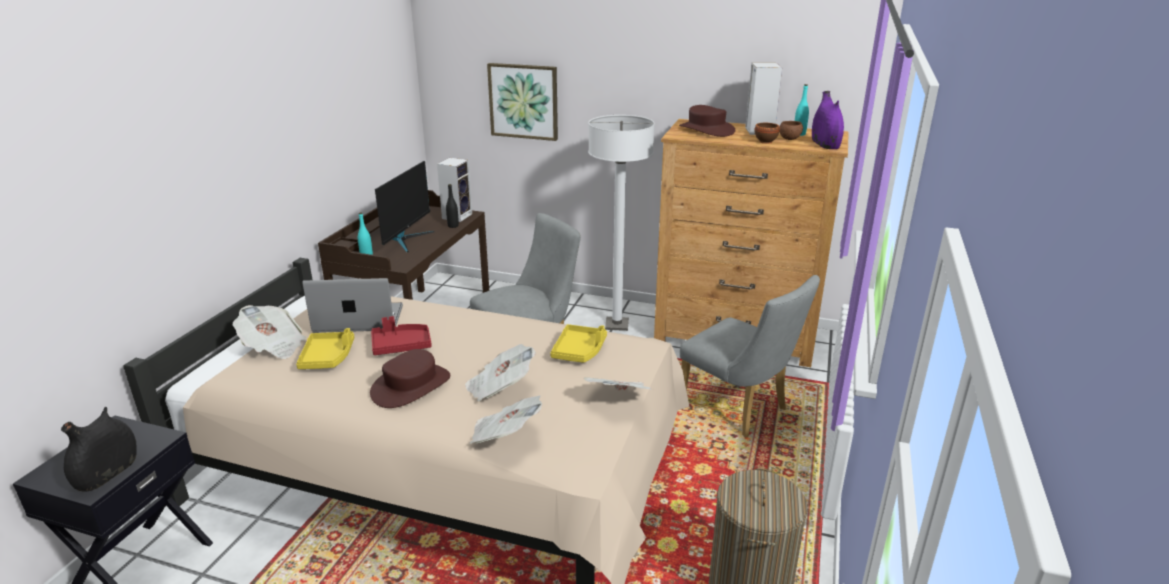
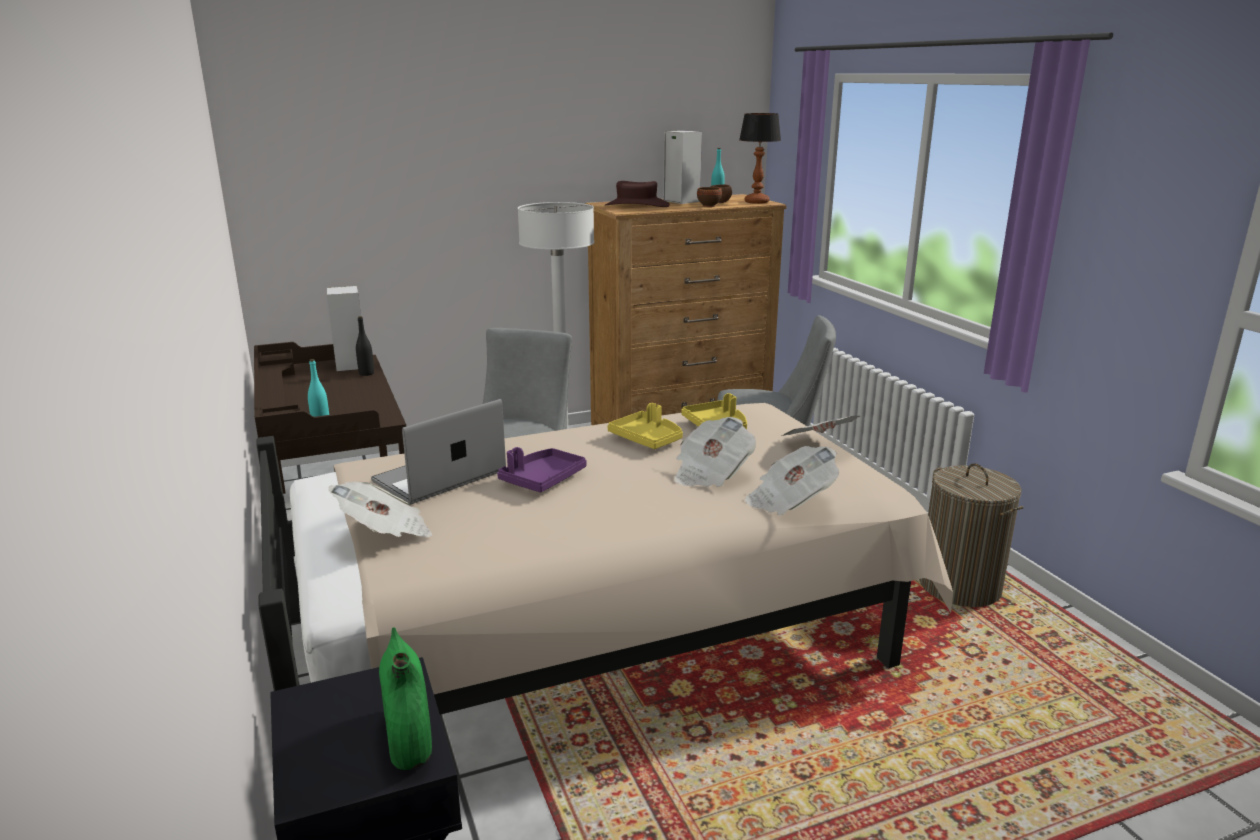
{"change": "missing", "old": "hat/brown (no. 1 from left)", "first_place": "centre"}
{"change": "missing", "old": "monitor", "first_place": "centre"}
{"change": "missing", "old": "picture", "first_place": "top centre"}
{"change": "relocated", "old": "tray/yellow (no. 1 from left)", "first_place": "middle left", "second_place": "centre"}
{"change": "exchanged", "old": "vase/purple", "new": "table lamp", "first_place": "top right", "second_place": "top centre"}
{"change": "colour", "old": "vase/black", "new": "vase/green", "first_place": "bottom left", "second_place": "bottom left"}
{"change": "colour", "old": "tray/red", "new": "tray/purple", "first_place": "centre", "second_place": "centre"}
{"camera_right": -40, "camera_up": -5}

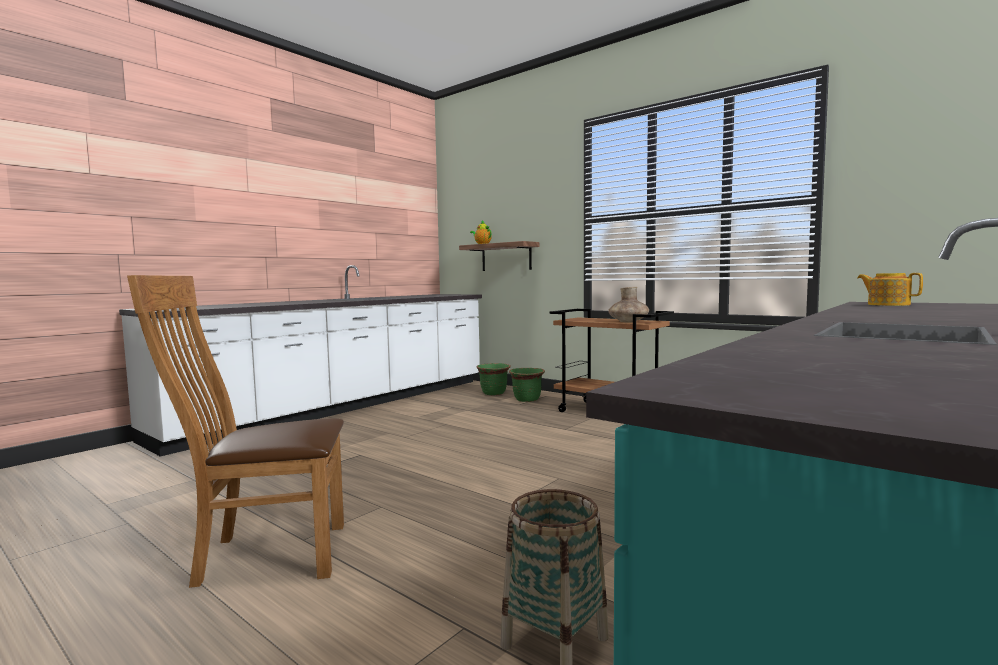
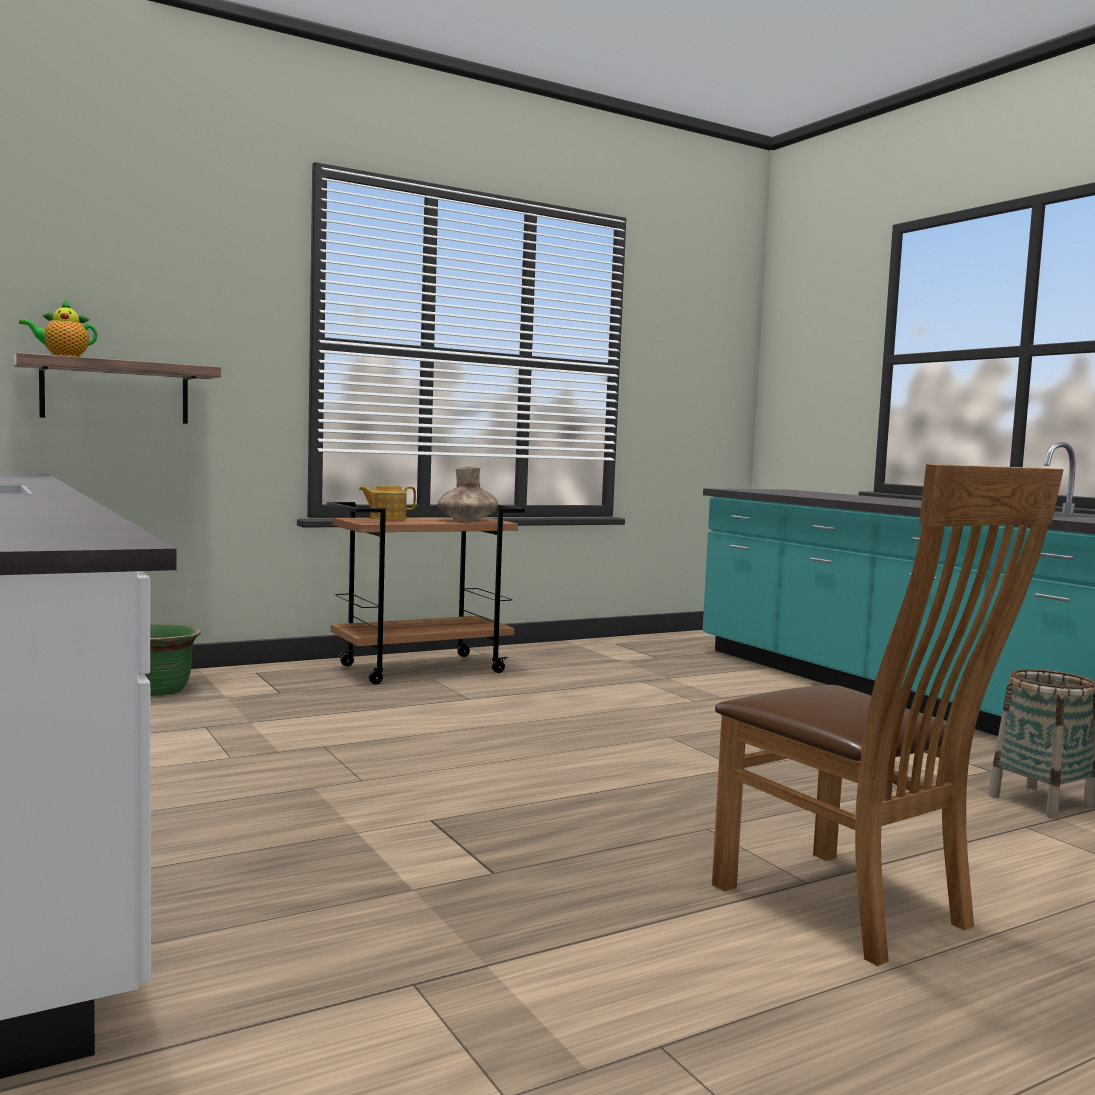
{"change": "missing", "old": "planter/green (no. 2 from left)", "first_place": "centre"}
{"change": "relocated", "old": "teapot (no. 2 from left)", "first_place": "middle right", "second_place": "centre"}
{"change": "spun", "old": "chair/brown", "first_place": "middle left", "second_place": "middle right", "degrees": -45}
{"camera_right": -70, "camera_up": 0}

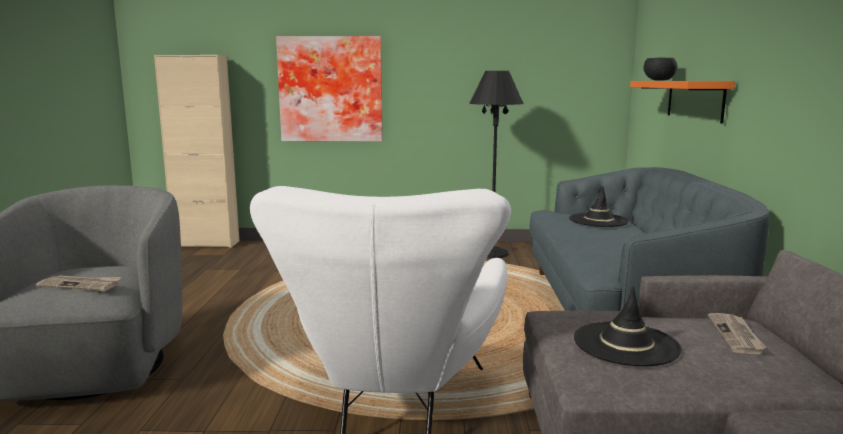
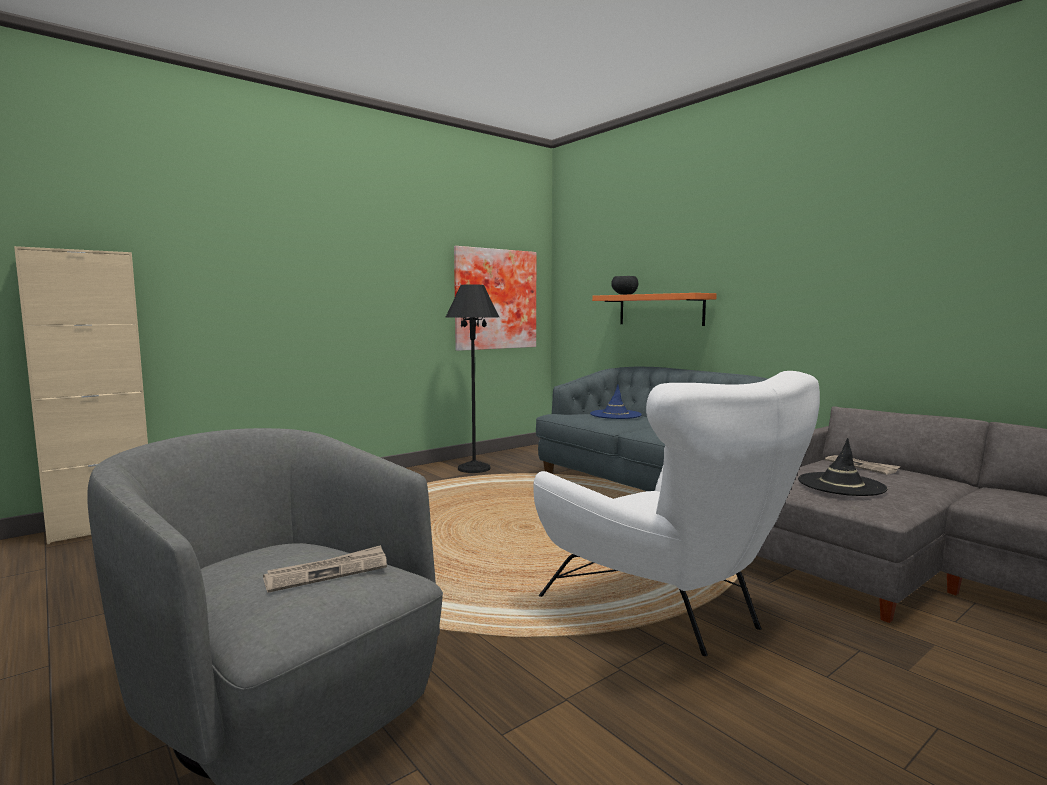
{"change": "relocated", "old": "picture", "first_place": "top centre", "second_place": "centre"}
{"change": "colour", "old": "hat/black (no. 1 from left)", "new": "hat/blue", "first_place": "middle right", "second_place": "centre"}
{"camera_right": -40, "camera_up": -5}

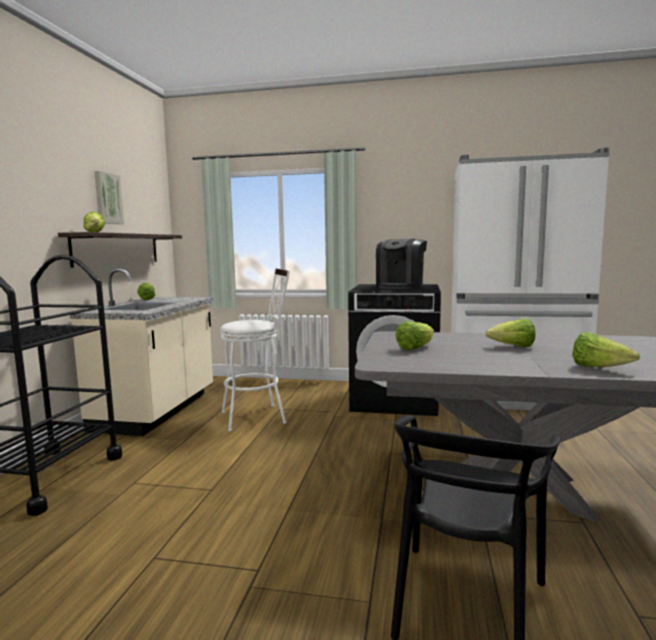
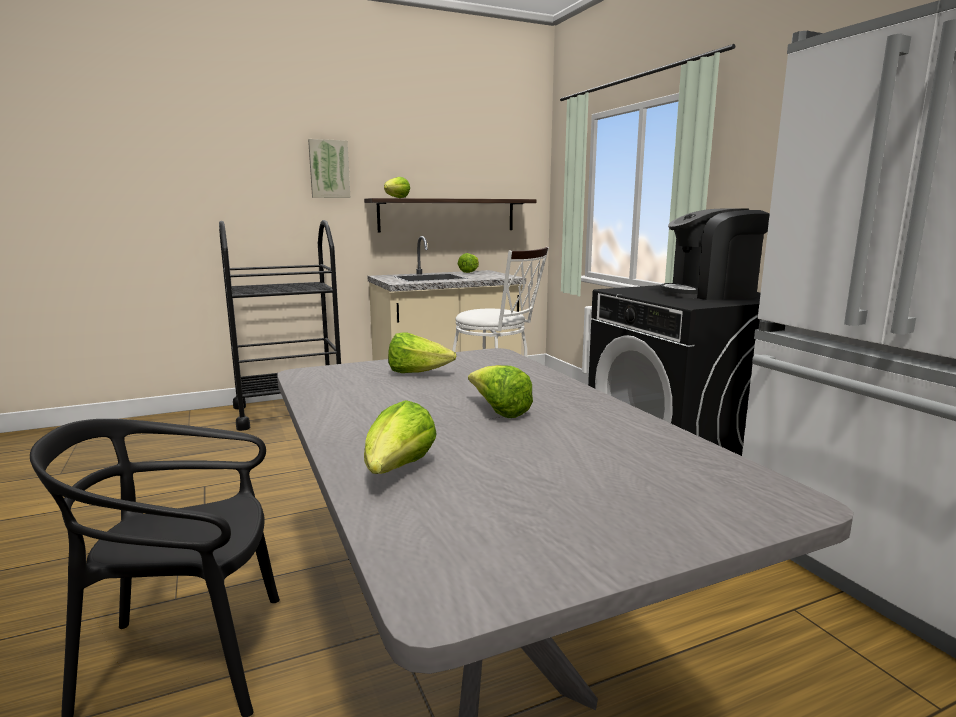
{"change": "relocated", "old": "picture", "first_place": "top left", "second_place": "top centre"}
{"camera_right": 55, "camera_up": 5}

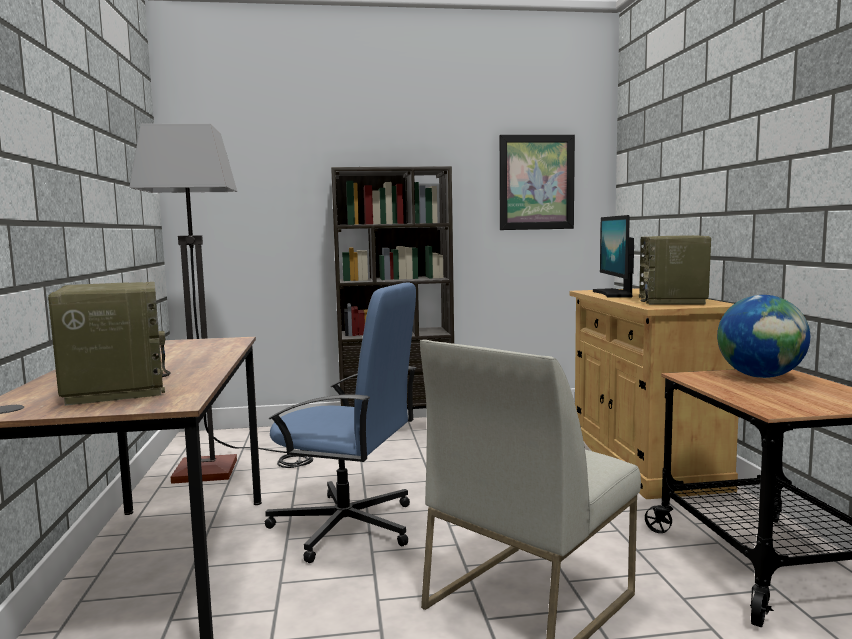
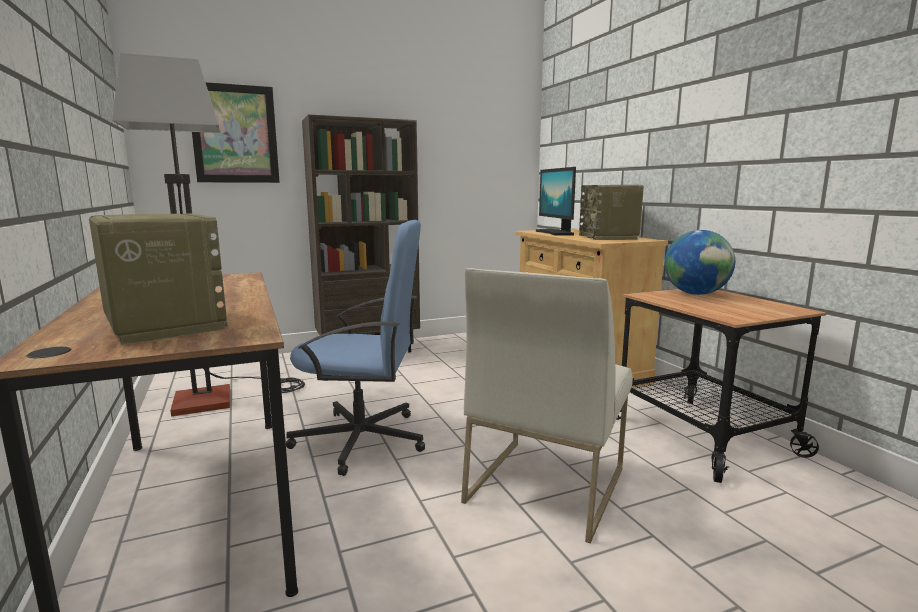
{"change": "relocated", "old": "picture", "first_place": "top centre", "second_place": "top left"}
{"camera_right": -15, "camera_up": 5}

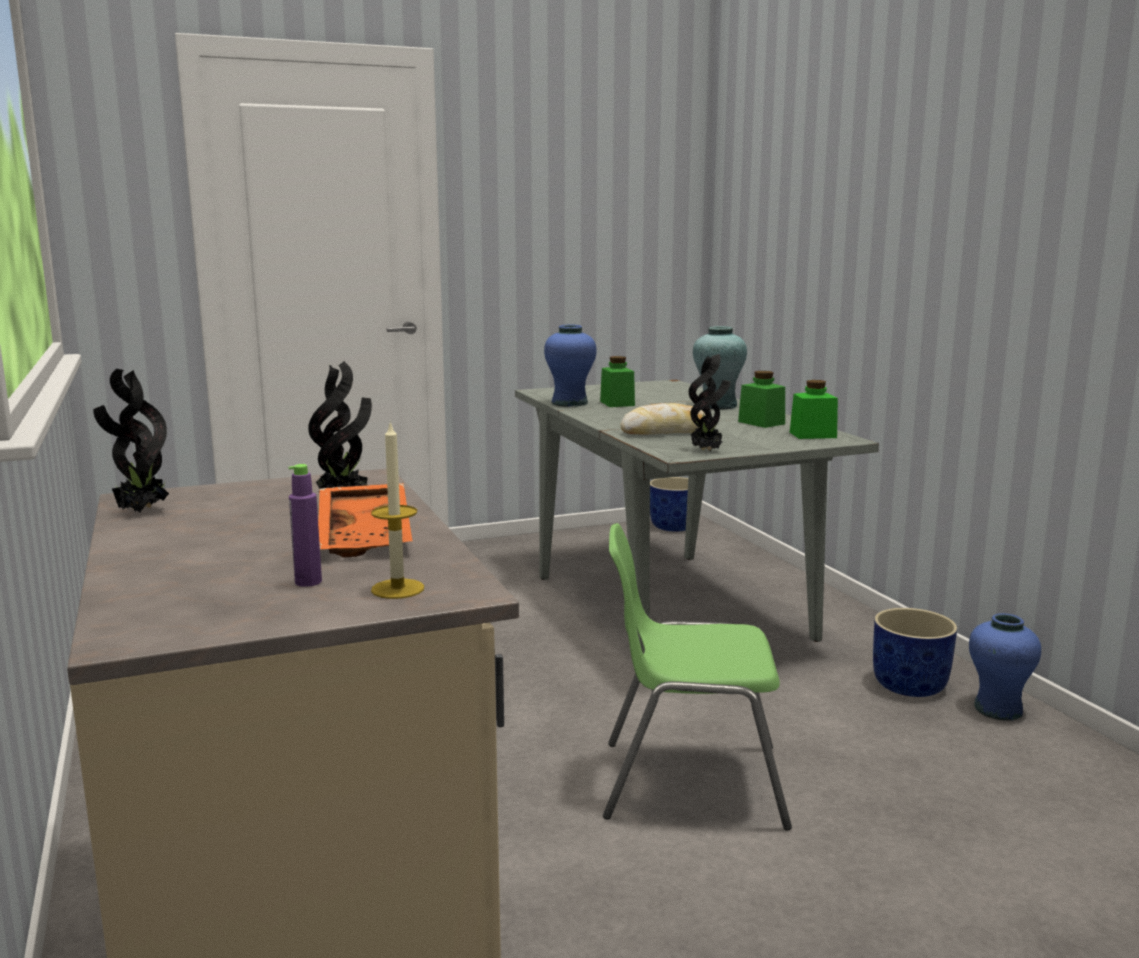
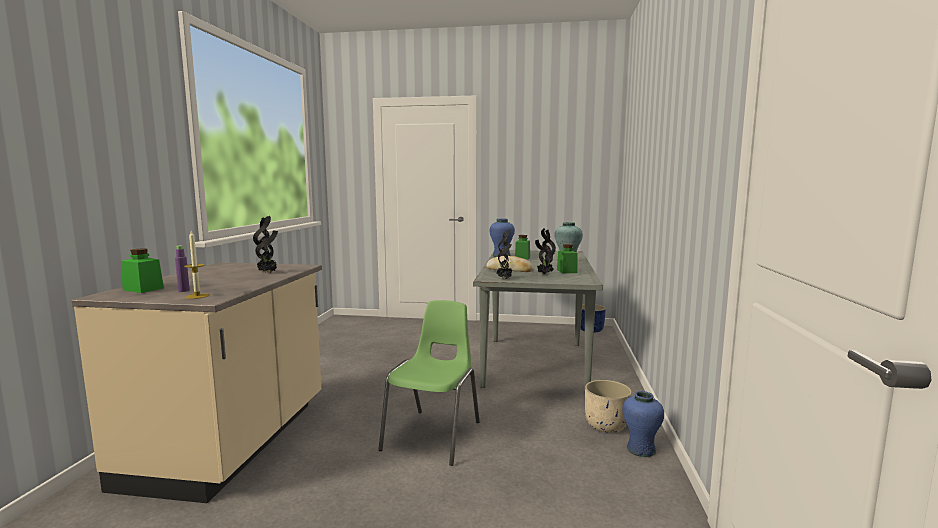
{"change": "missing", "old": "tray/orange", "first_place": "middle left"}
{"change": "relocated", "old": "potted plant (no. 1 from left in the first image)", "new": "potted plant (no. 3 from left)", "first_place": "middle left", "second_place": "centre"}
{"change": "relocated", "old": "jar/green (no. 3 from left in the first image)", "new": "jar/green (no. 1 from left)", "first_place": "middle right", "second_place": "middle left"}
{"change": "colour", "old": "planter/blue (no. 2 from left)", "new": "planter/beige", "first_place": "bottom right", "second_place": "bottom centre"}
{"change": "spun", "old": "chair/green", "first_place": "bottom centre", "second_place": "bottom centre", "degrees": 75}
{"camera_right": 30, "camera_up": -5}

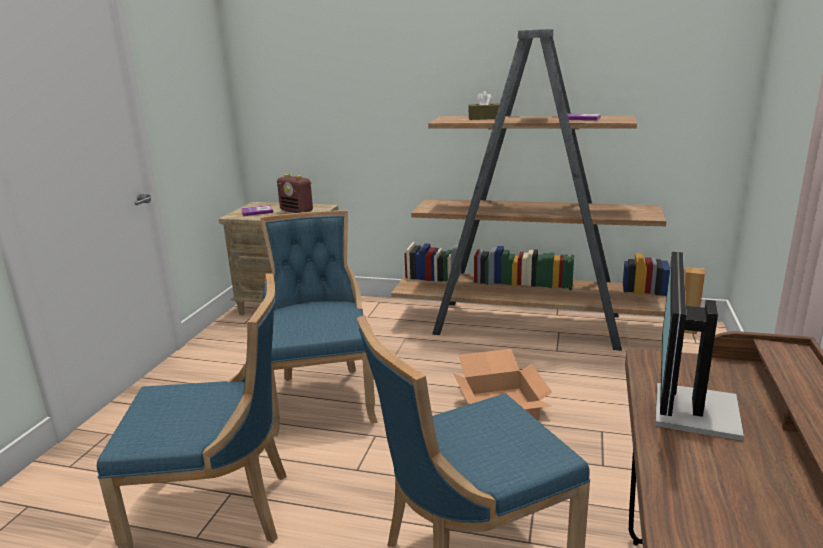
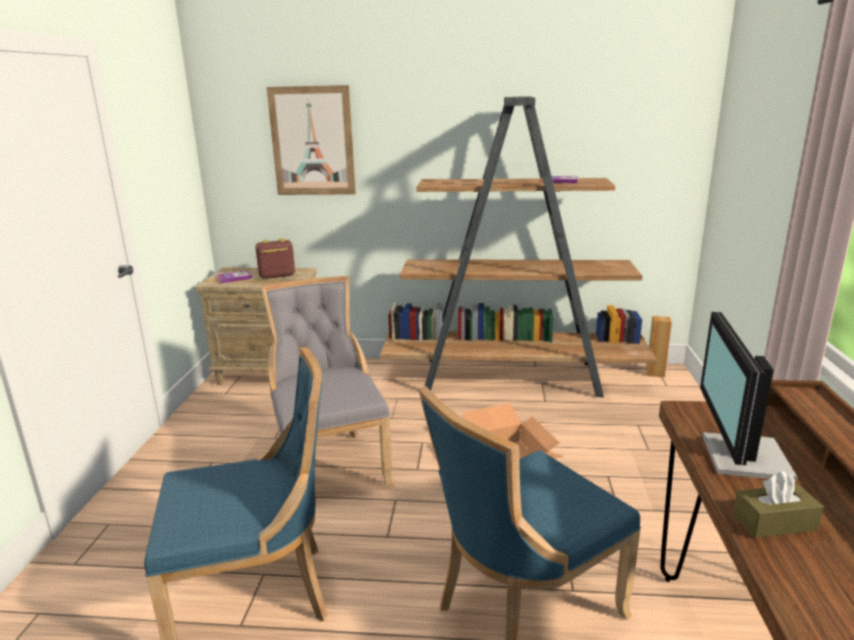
{"change": "appeared", "new": "picture", "second_place": "top centre"}
{"change": "relocated", "old": "tissue box/brown", "first_place": "top centre", "second_place": "bottom right"}
{"change": "colour", "old": "chair/blue (no. 2 from left)", "new": "chair/grey", "first_place": "centre", "second_place": "centre"}
{"change": "spun", "old": "radio", "first_place": "centre", "second_place": "middle left", "degrees": 135}
{"camera_right": -10, "camera_up": 0}

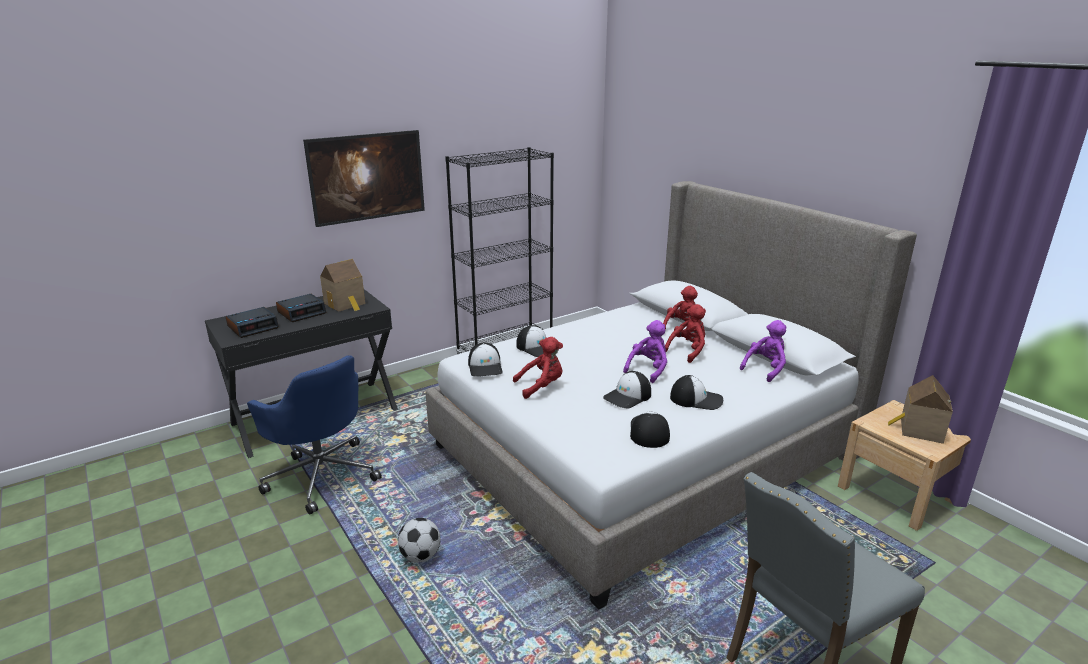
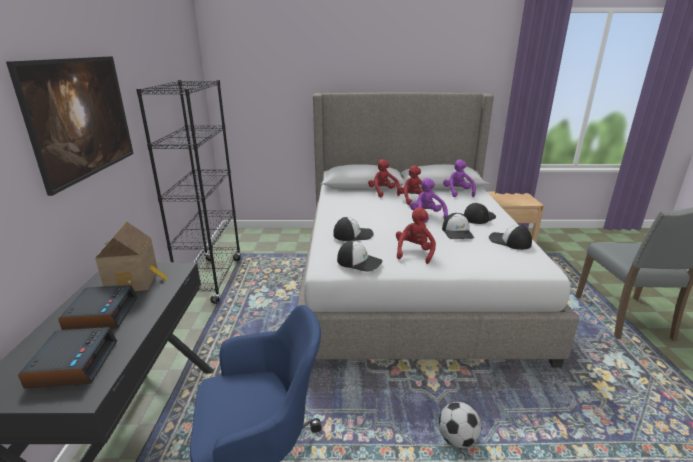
{"change": "missing", "old": "toy house (no. 2 from left)", "first_place": "middle right"}
{"camera_right": -55, "camera_up": 0}

